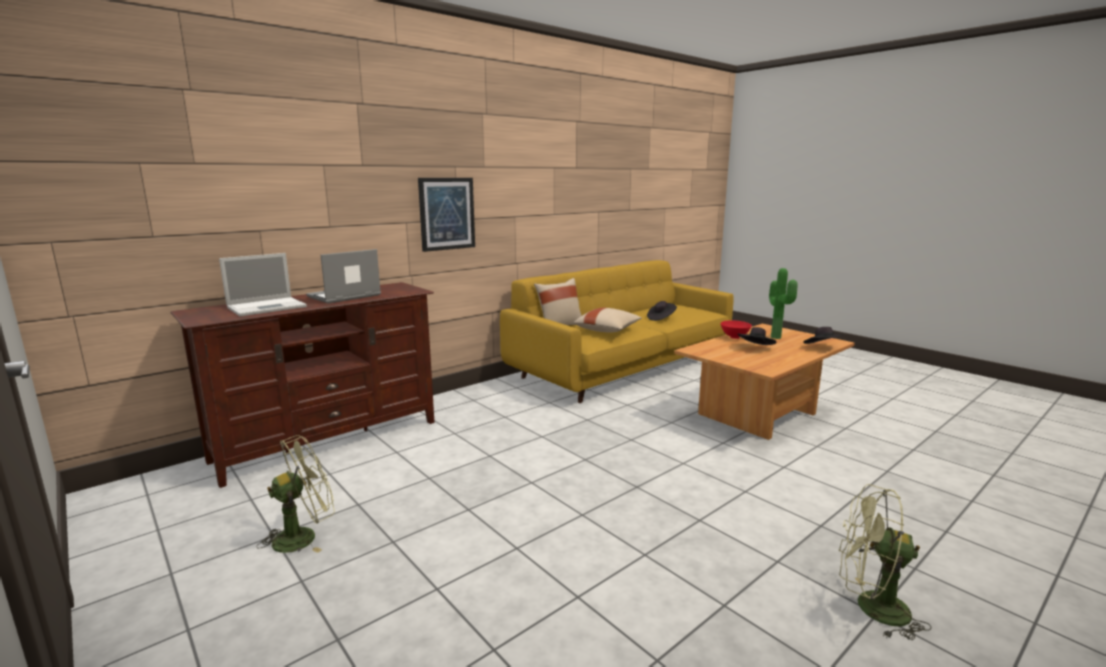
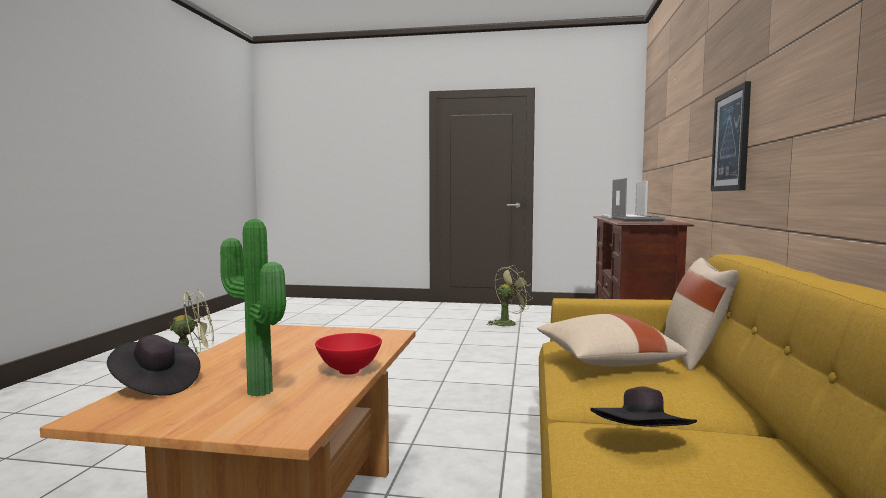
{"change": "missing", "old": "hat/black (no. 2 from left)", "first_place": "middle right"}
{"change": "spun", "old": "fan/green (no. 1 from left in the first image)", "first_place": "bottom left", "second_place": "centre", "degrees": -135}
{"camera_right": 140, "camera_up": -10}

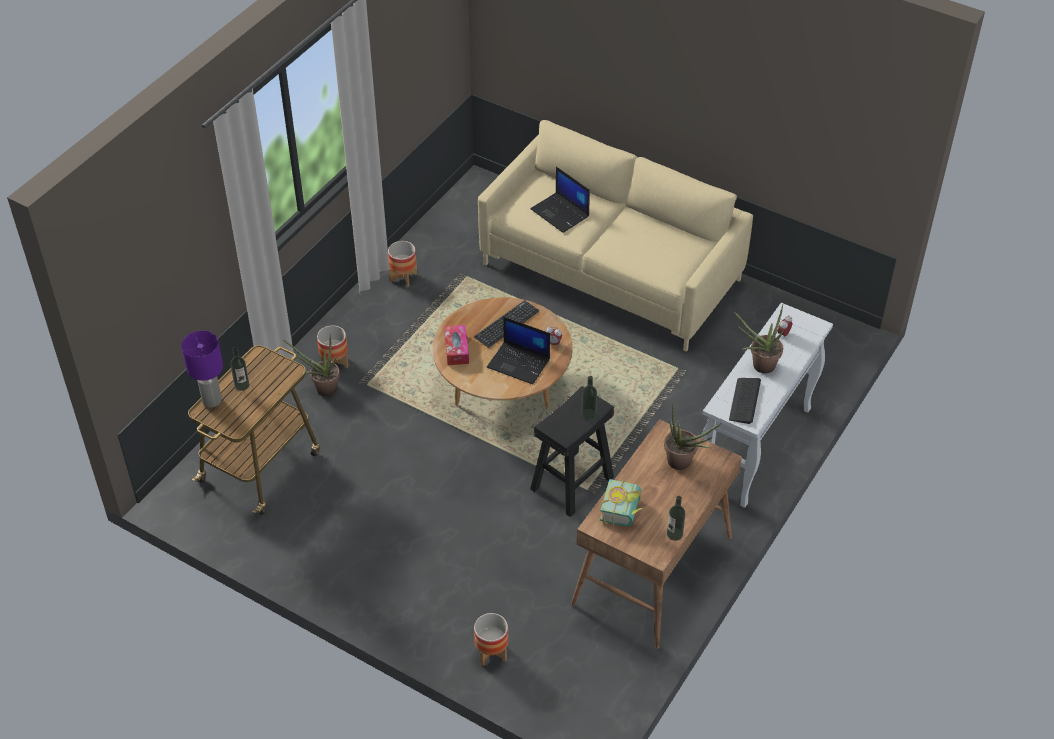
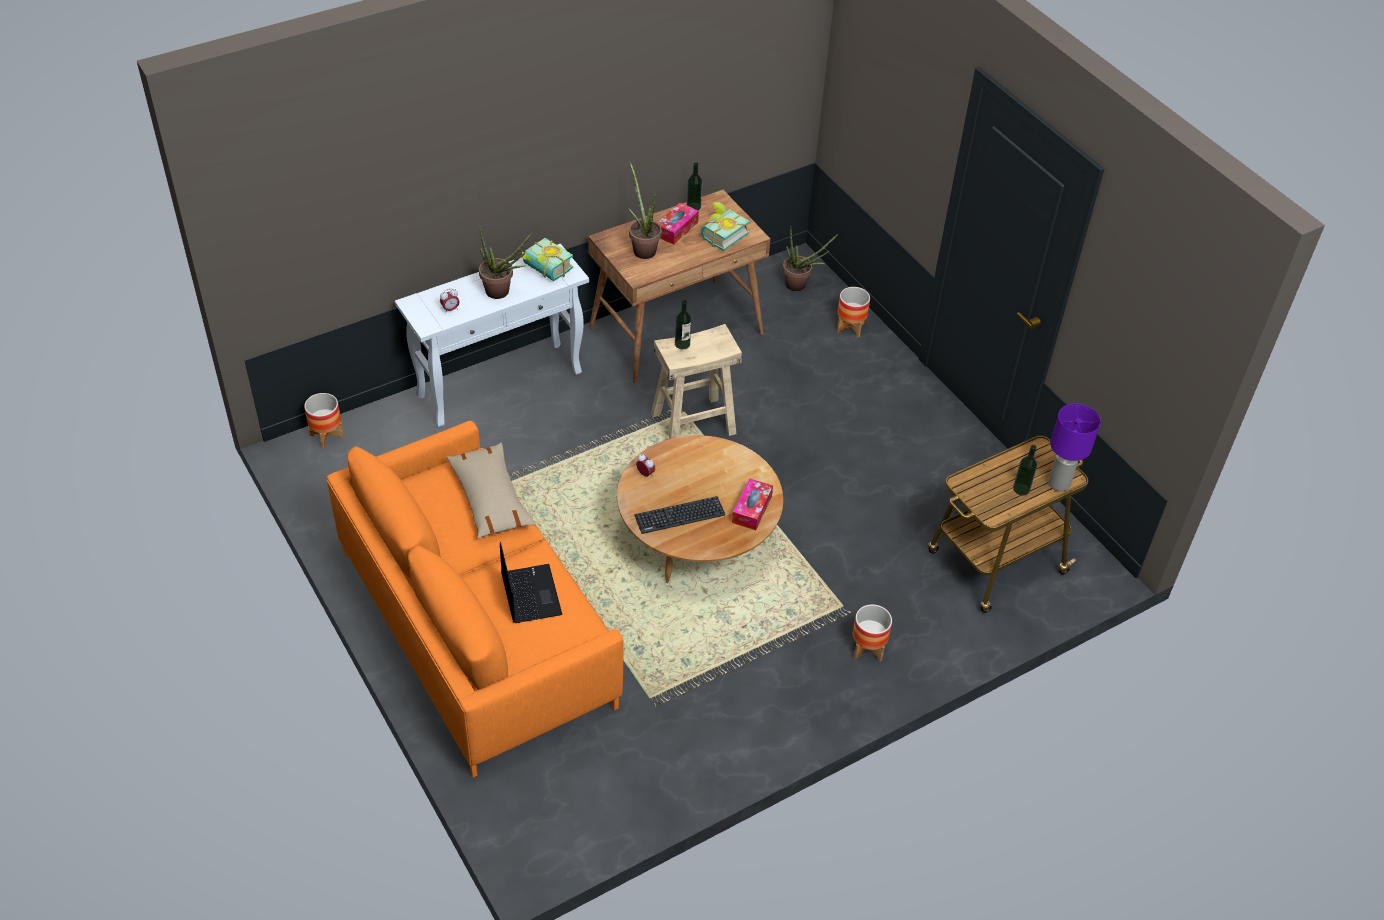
{"change": "missing", "old": "laptop (no. 1 from left)", "first_place": "centre"}
{"change": "appeared", "new": "pillow/beige", "second_place": "centre"}
{"change": "appeared", "new": "tissue box (no. 1 from left)", "second_place": "top centre"}
{"change": "relocated", "old": "potted plant (no. 1 from left in the first image)", "new": "potted plant (no. 3 from left)", "first_place": "middle left", "second_place": "top centre"}
{"change": "relocated", "old": "planter (no. 2 from left in the first image)", "new": "planter (no. 1 from left)", "first_place": "centre", "second_place": "middle left"}
{"change": "exchanged", "old": "keyboard (no. 2 from left)", "new": "book (no. 1 from left)", "first_place": "middle right", "second_place": "top centre"}
{"change": "colour", "old": "sofa/beige", "new": "sofa/orange", "first_place": "top centre", "second_place": "centre"}
{"change": "colour", "old": "stool/black", "new": "stool/beige", "first_place": "centre", "second_place": "centre"}
{"camera_right": -155, "camera_up": 0}

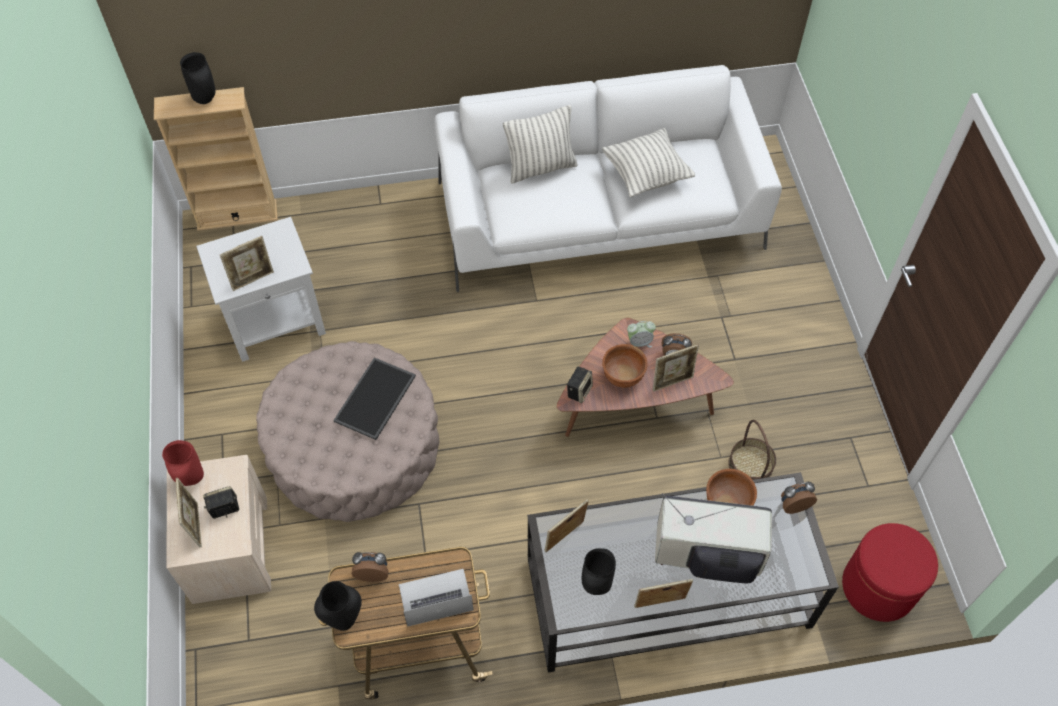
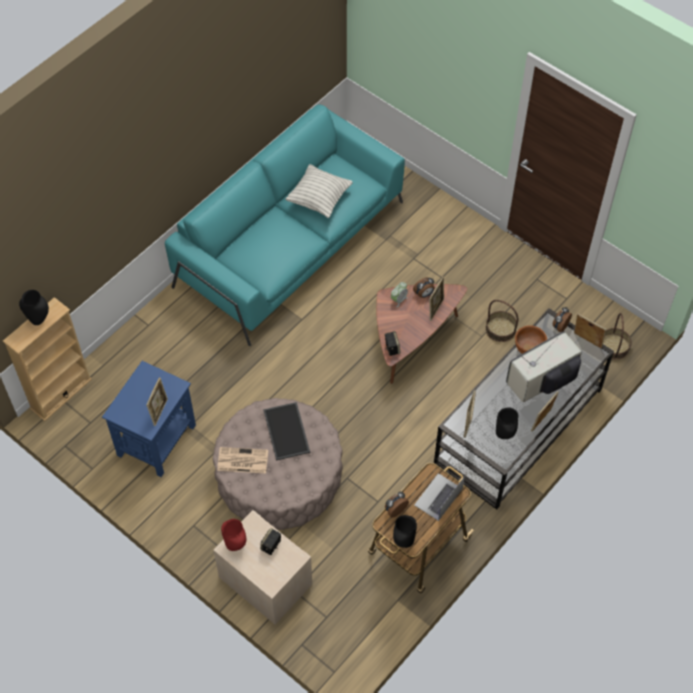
{"change": "missing", "old": "pillow (no. 1 from left)", "first_place": "top centre"}
{"change": "missing", "old": "bowl/brown (no. 1 from left)", "first_place": "centre"}
{"change": "appeared", "new": "newspaper", "second_place": "centre"}
{"change": "relocated", "old": "picture frame (no. 1 from left in the first image)", "new": "picture frame (no. 5 from left)", "first_place": "bottom left", "second_place": "middle right"}
{"change": "exchanged", "old": "ottoman/red", "new": "basket (no. 2 from left)", "first_place": "bottom right", "second_place": "middle right"}
{"change": "colour", "old": "side table/white", "new": "side table/blue", "first_place": "middle left", "second_place": "middle left"}
{"change": "colour", "old": "sofa/white", "new": "sofa/turquoise", "first_place": "top centre", "second_place": "top centre"}
{"camera_right": -40, "camera_up": 0}

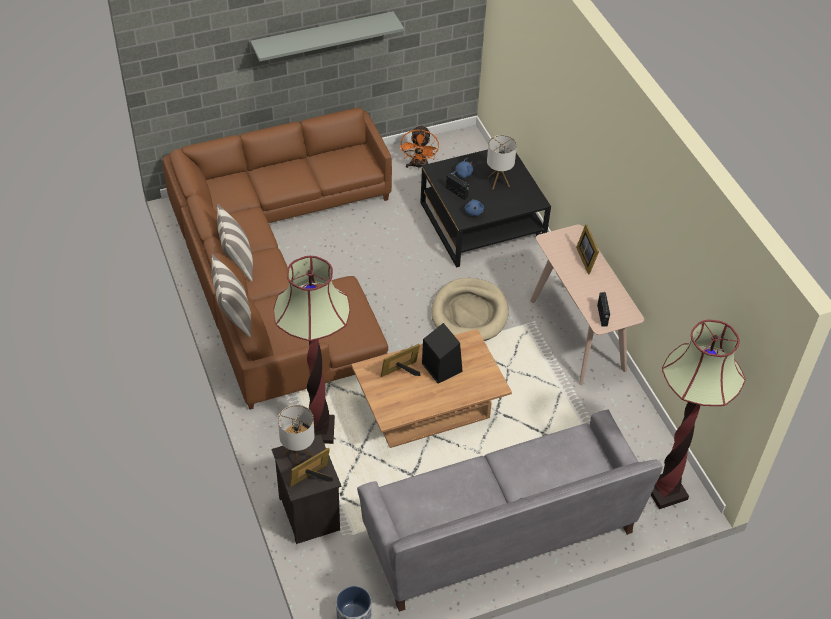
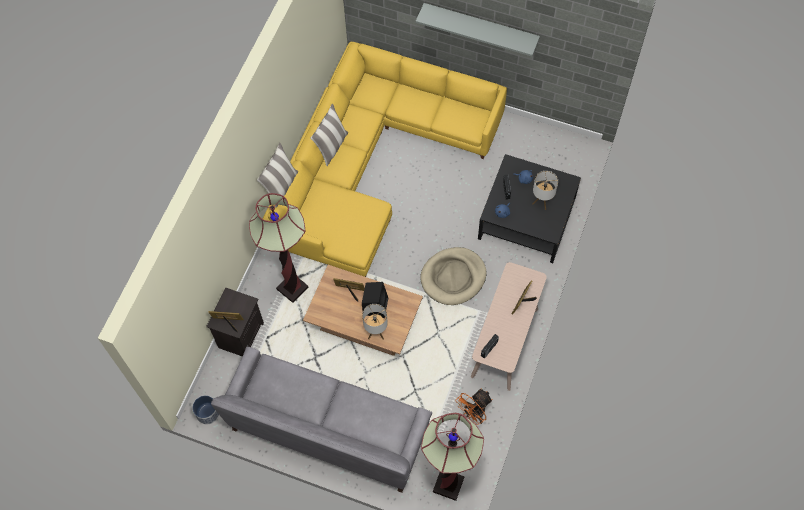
{"change": "relocated", "old": "table lamp (no. 1 from left)", "first_place": "bottom centre", "second_place": "centre"}
{"change": "relocated", "old": "fan/orange", "first_place": "top centre", "second_place": "bottom centre"}
{"change": "colour", "old": "sofa/brown", "new": "sofa/yellow", "first_place": "centre", "second_place": "top centre"}
{"camera_right": 45, "camera_up": 15}

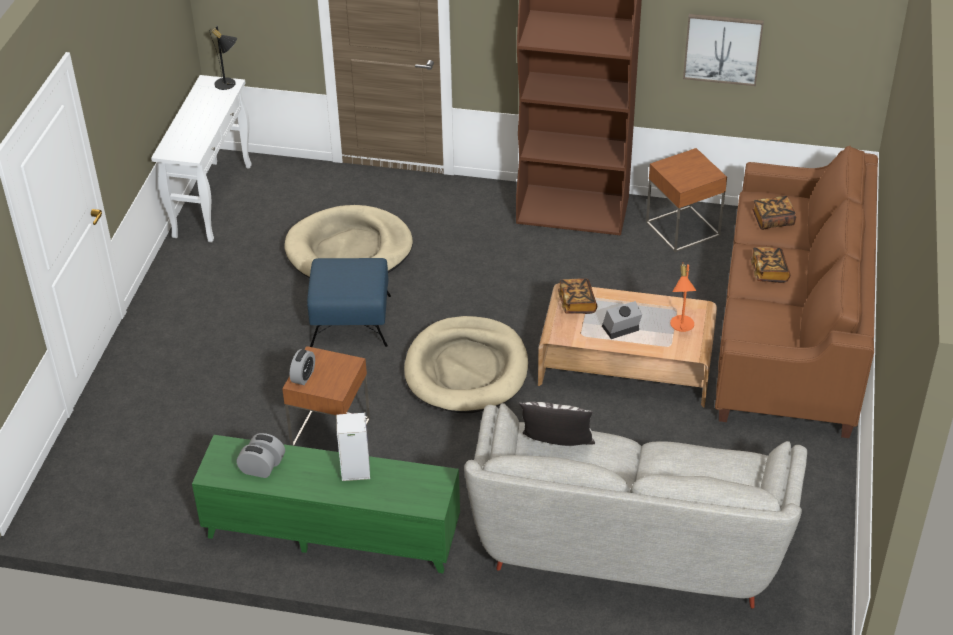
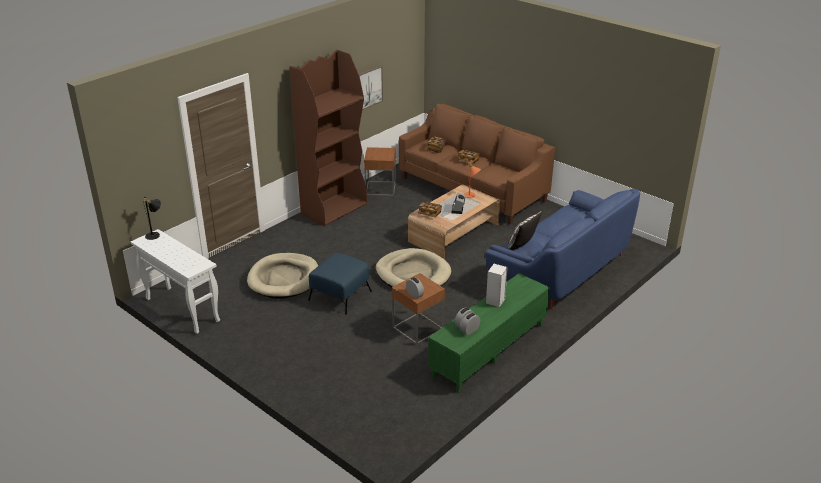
{"change": "colour", "old": "sofa/grey", "new": "sofa/blue", "first_place": "bottom centre", "second_place": "middle right"}
{"camera_right": -60, "camera_up": -10}

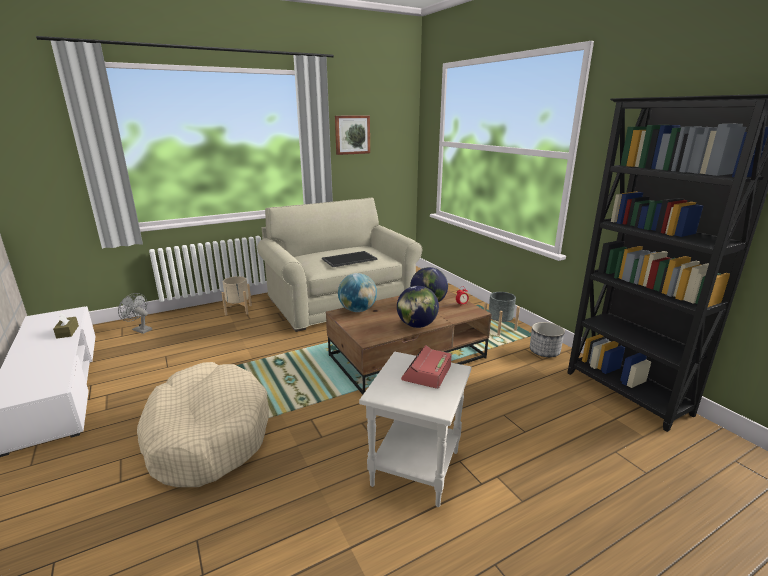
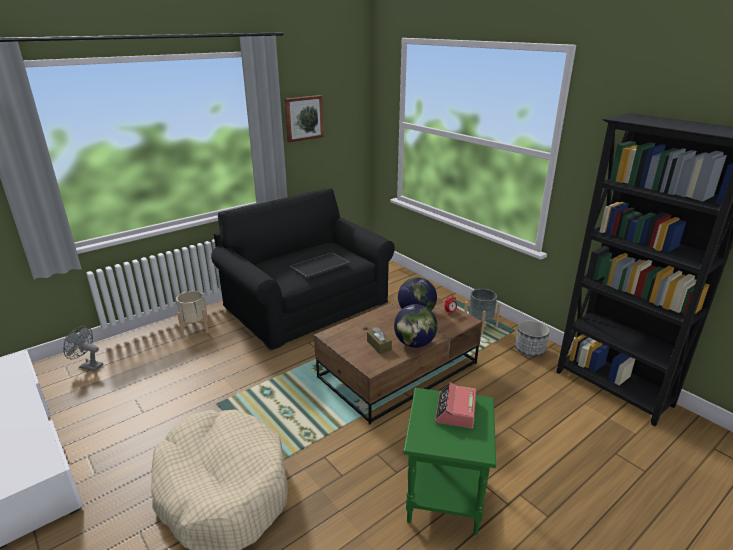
{"change": "missing", "old": "globe (no. 1 from left)", "first_place": "centre"}
{"change": "relocated", "old": "tissue box/brown", "first_place": "middle left", "second_place": "centre"}
{"change": "colour", "old": "sofa/beige", "new": "sofa/black", "first_place": "centre", "second_place": "centre"}
{"change": "colour", "old": "side table/white", "new": "side table/green", "first_place": "bottom centre", "second_place": "bottom centre"}
{"camera_right": -10, "camera_up": 5}

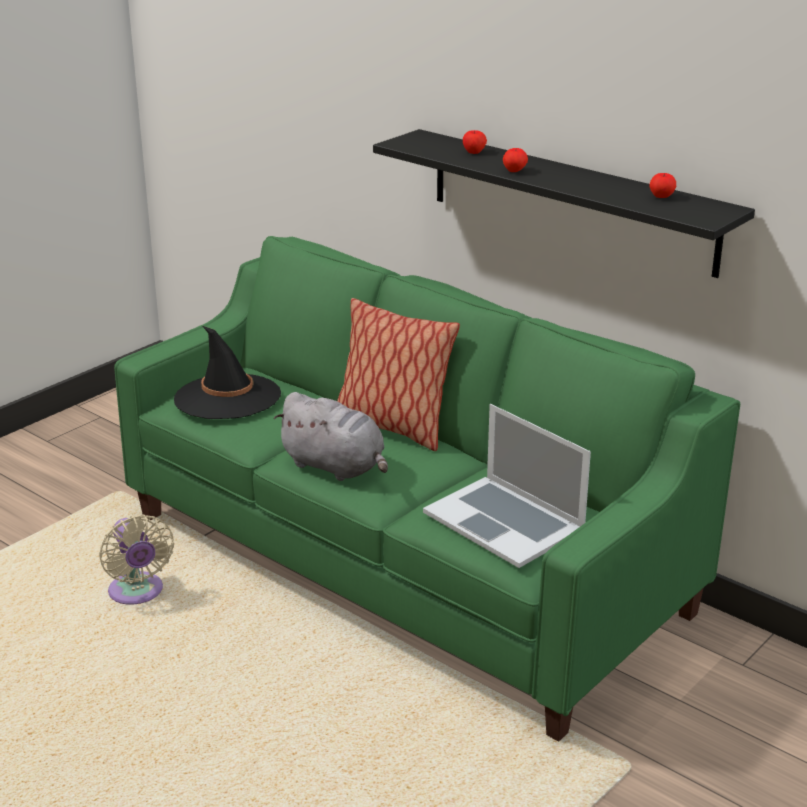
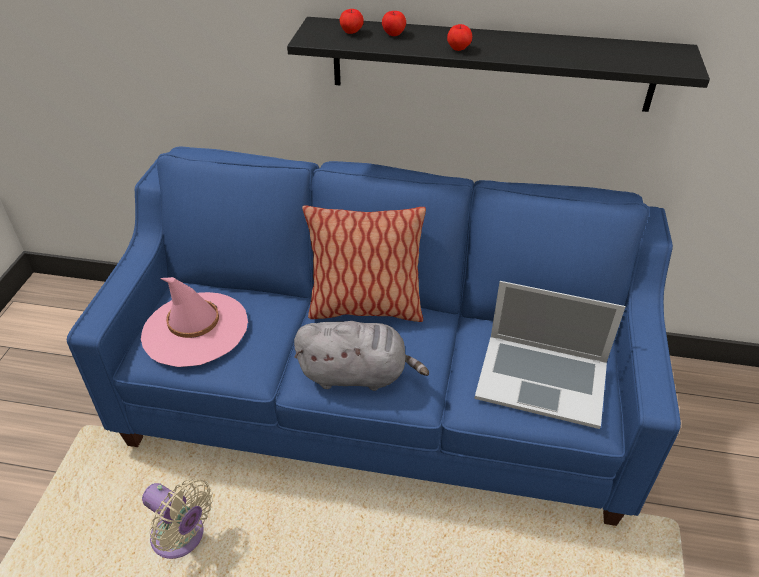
{"change": "relocated", "old": "apple (no. 3 from left in the first image)", "new": "apple (no. 1 from left)", "first_place": "top right", "second_place": "top centre"}
{"change": "colour", "old": "sofa/green", "new": "sofa/blue", "first_place": "centre", "second_place": "centre"}
{"change": "colour", "old": "hat/black", "new": "hat/pink", "first_place": "middle left", "second_place": "middle left"}
{"camera_right": -30, "camera_up": 15}

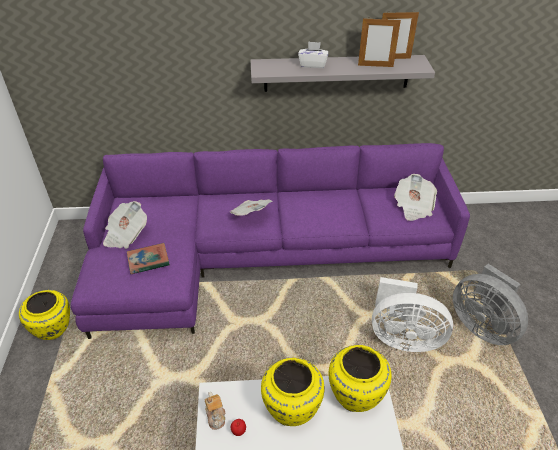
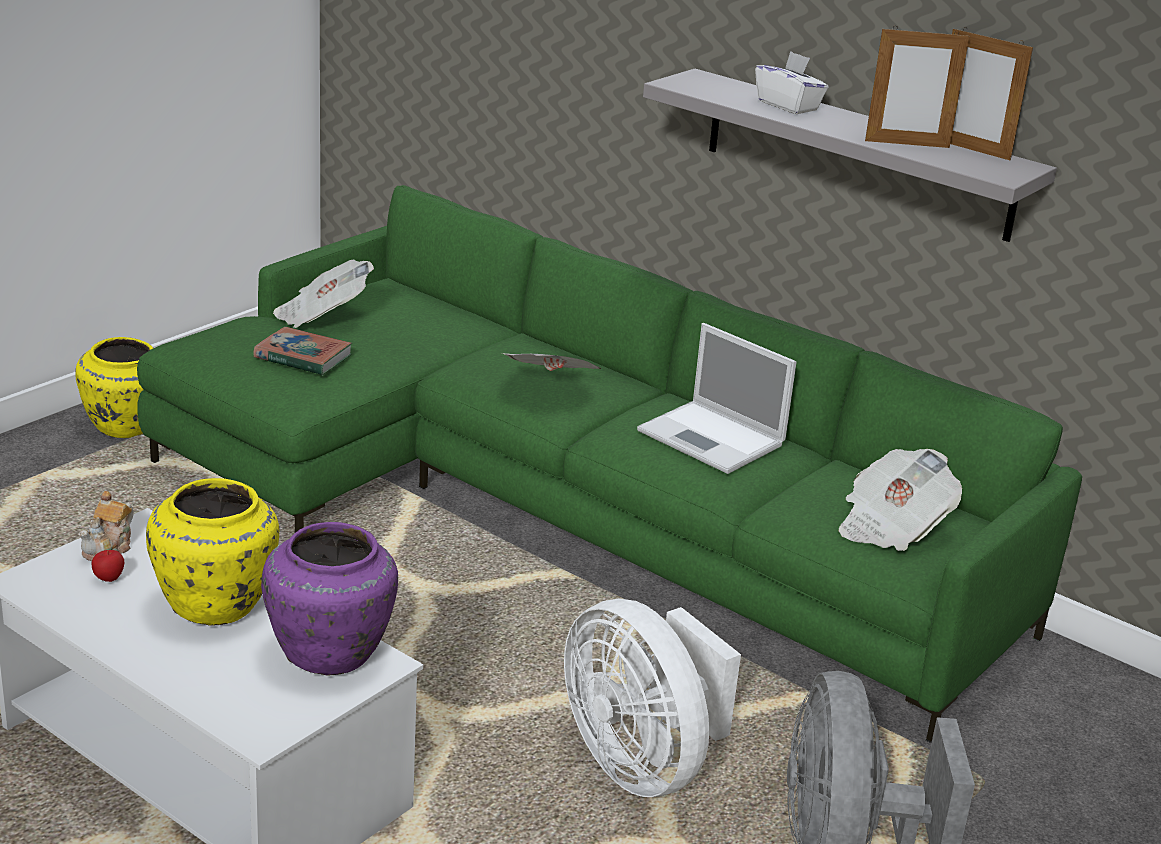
{"change": "appeared", "new": "laptop", "second_place": "centre"}
{"change": "colour", "old": "sofa/purple", "new": "sofa/green", "first_place": "centre", "second_place": "centre"}
{"change": "colour", "old": "vase/yellow (no. 3 from left)", "new": "vase/purple", "first_place": "bottom centre", "second_place": "bottom left"}
{"change": "spun", "old": "picture frame (no. 1 from left)", "first_place": "top right", "second_place": "top right", "degrees": -45}
{"camera_right": 40, "camera_up": -15}

